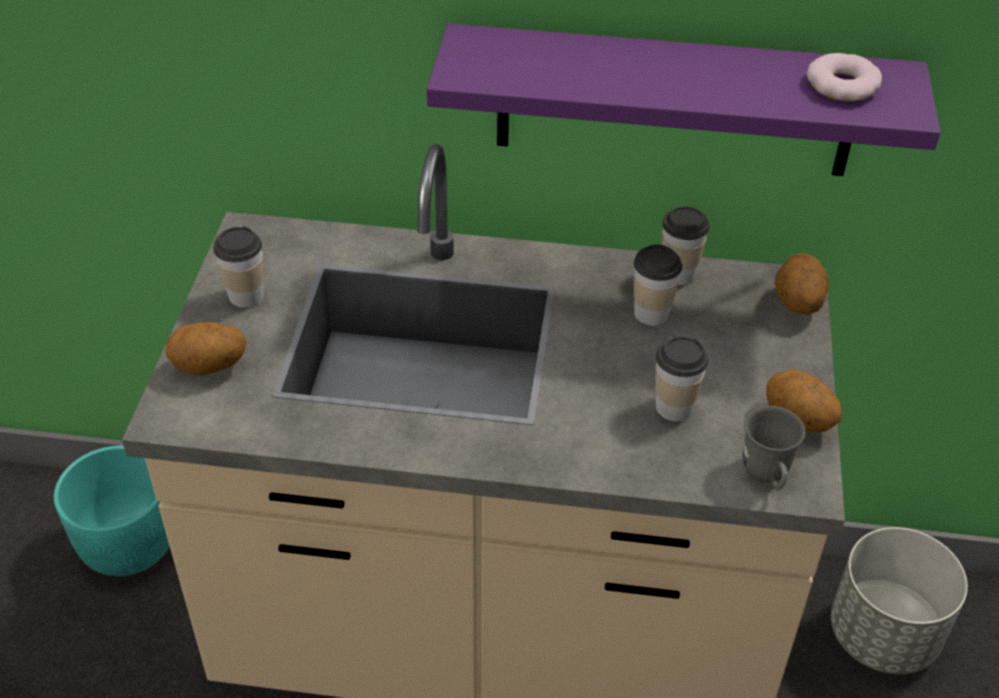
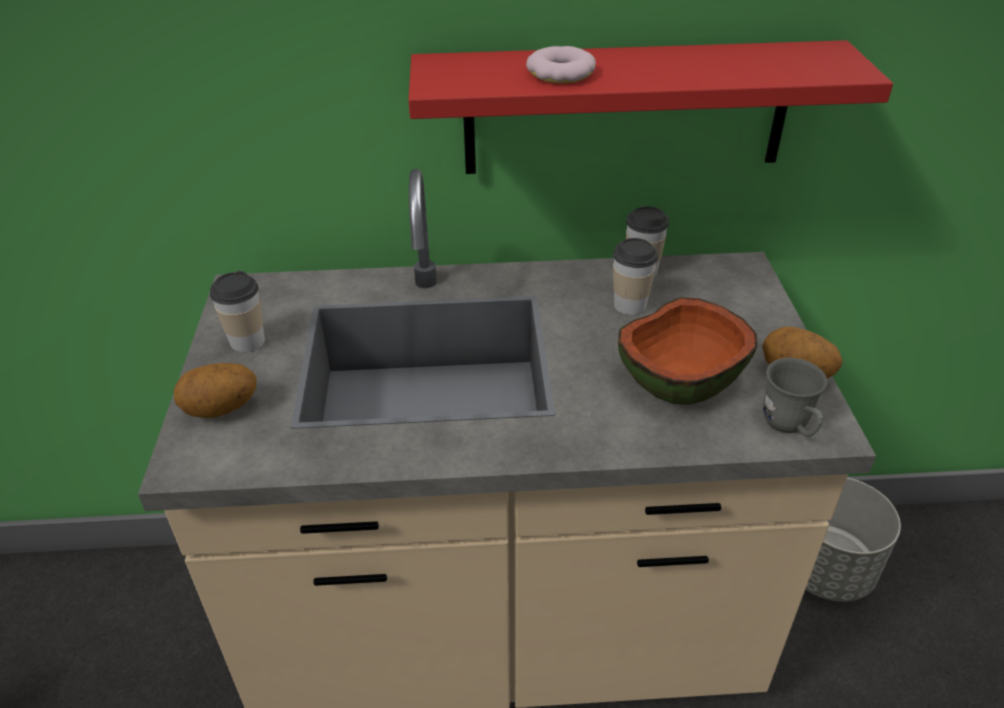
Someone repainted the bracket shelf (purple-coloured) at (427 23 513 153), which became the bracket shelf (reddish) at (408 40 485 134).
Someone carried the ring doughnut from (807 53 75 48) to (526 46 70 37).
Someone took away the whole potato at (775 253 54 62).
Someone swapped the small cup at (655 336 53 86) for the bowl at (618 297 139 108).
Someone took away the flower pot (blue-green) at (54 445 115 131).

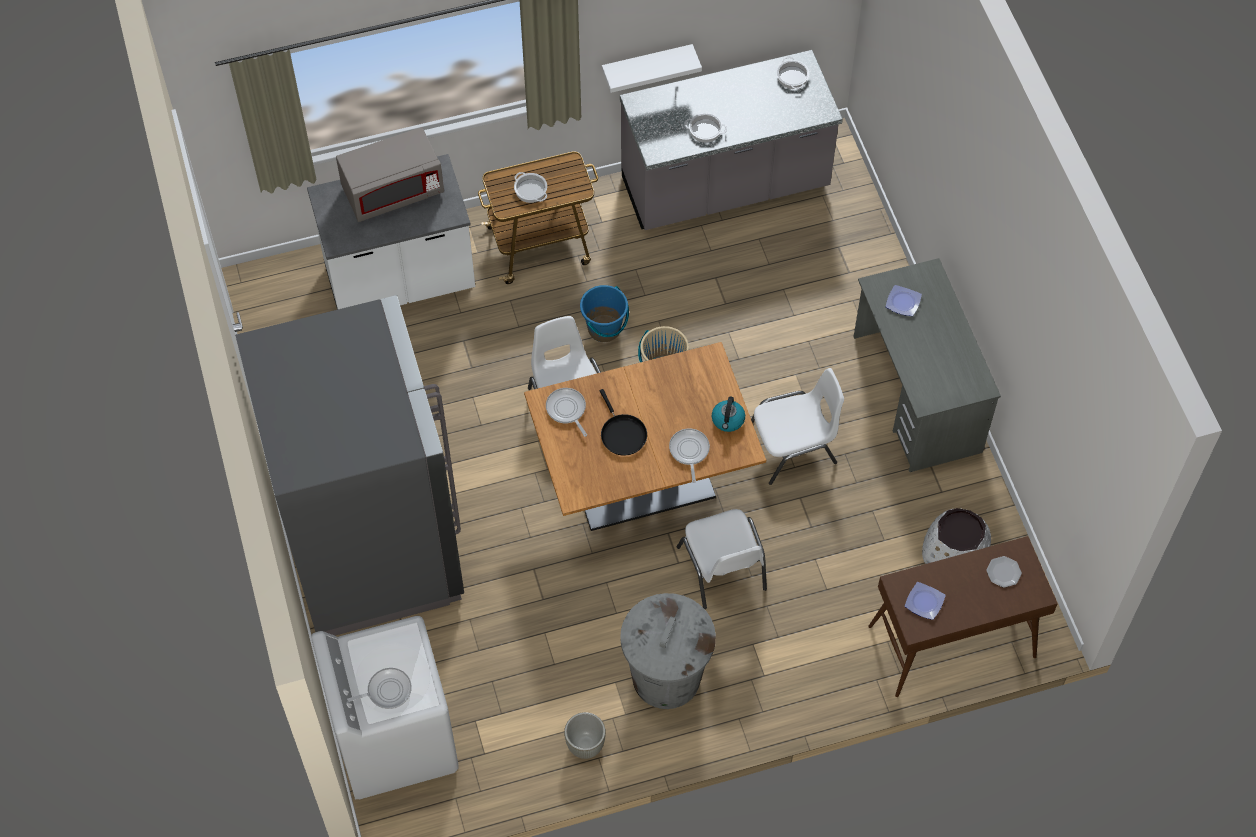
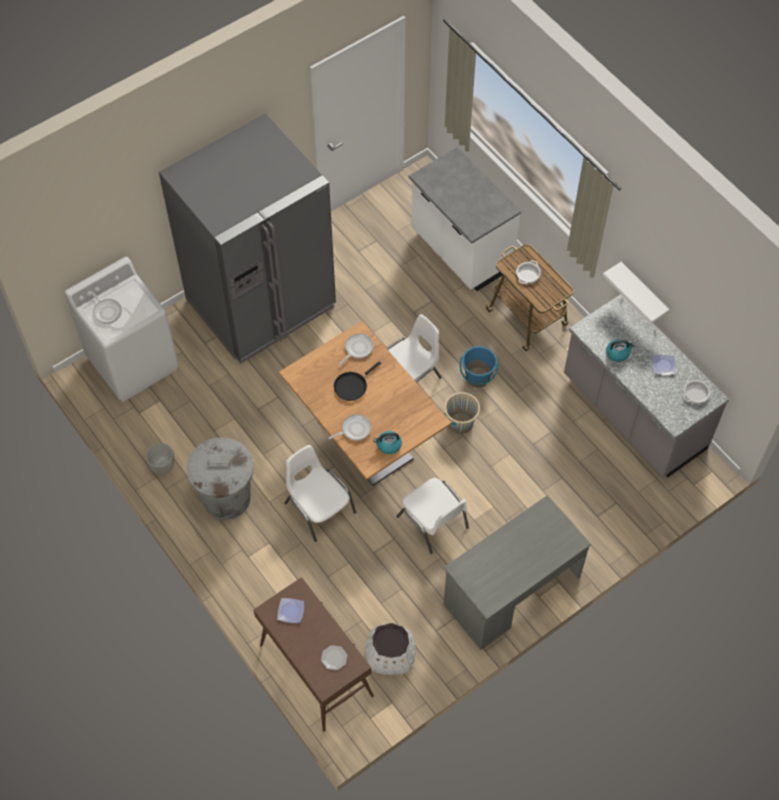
Someone swapped the cooking pot at (685 113 42 30) for the kettle at (606 340 29 22).
Someone took away the kitchen microwave (greyish) at (336 127 108 95).
Someone carried the plate from (886 285 36 31) to (652 355 24 20).
Someone rotated the chair (white-coloured) at (677 509 90 100) by 90 degrees clockwise.

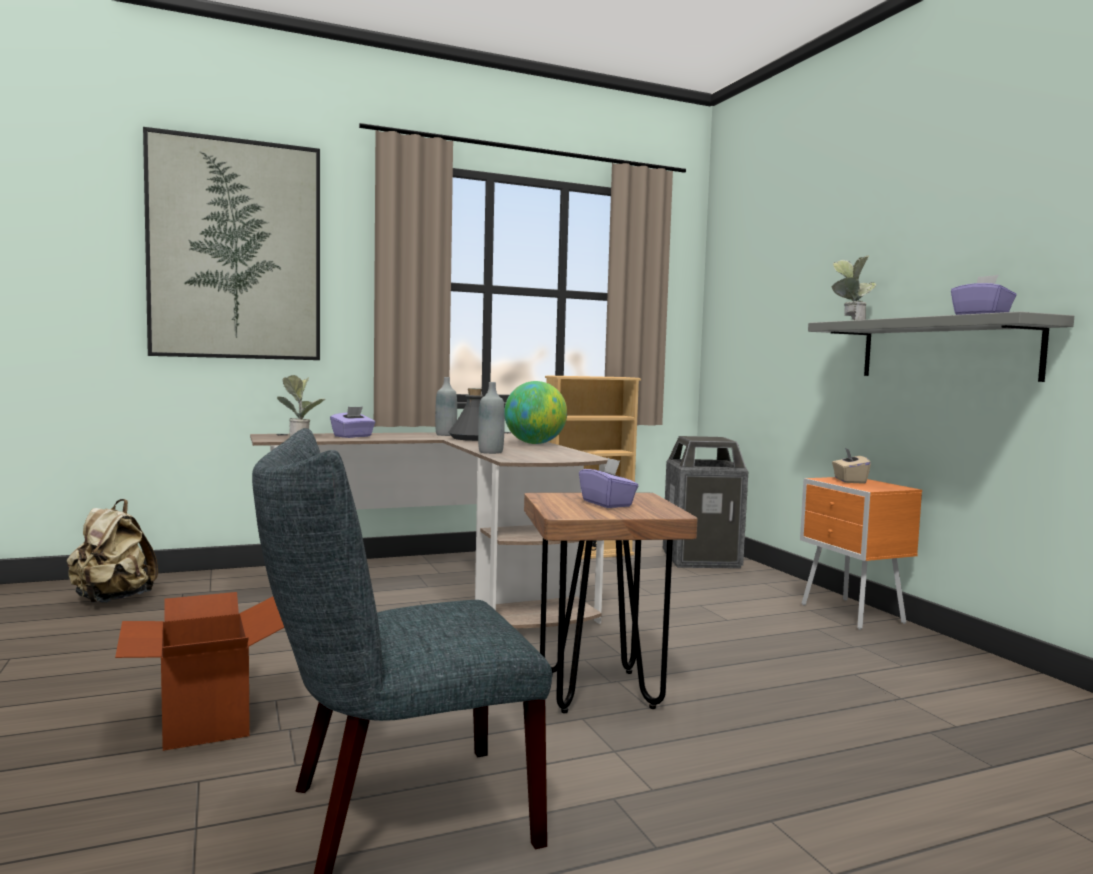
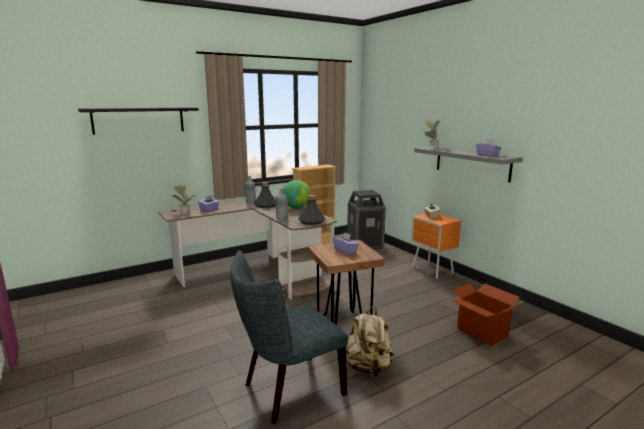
Someone swapped the wall picture at (143 127 177 233) for the bracket shelf (blackish) at (78 108 121 27).
Someone carried the knapsack (sand-coloured) from (67 499 91 104) to (346 307 48 70).
Someone carried the carton from (115 592 169 159) to (452 283 68 63).
Someone put down the drink bottle (greyish) at (298 195 27 30).

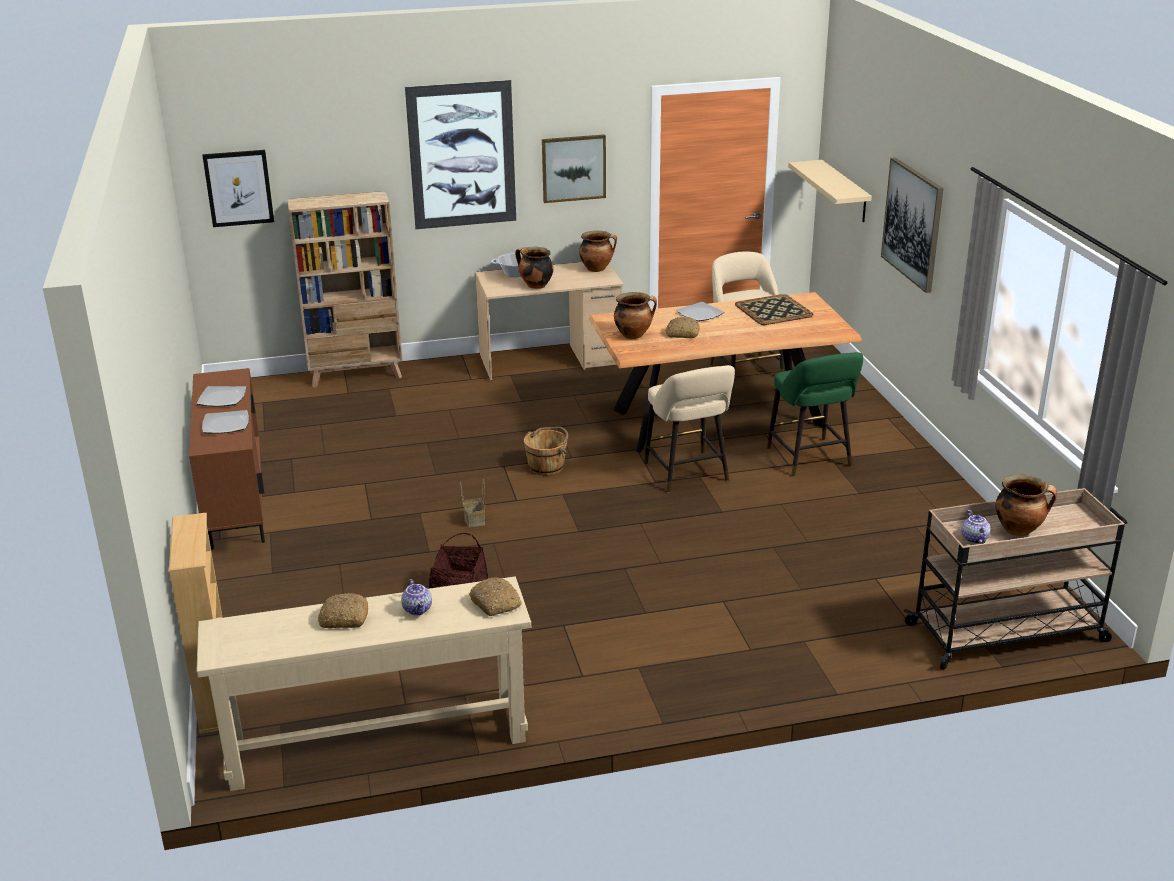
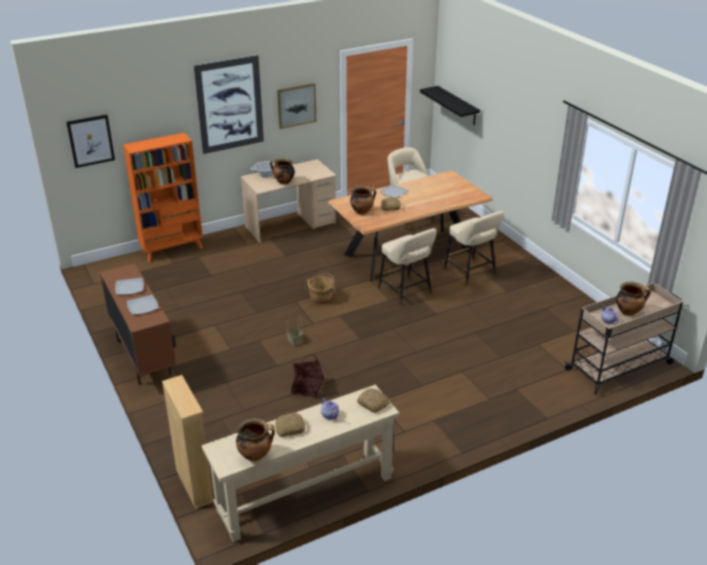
Someone took away the wall picture at (881 157 62 136).
Someone repainted the bracket shelf (sand-coloured) at (788 160 84 62), which became the bracket shelf (blackish) at (420 86 60 39).
Someone repainted the bookcase (sand-coloured) at (287 191 116 197), which became the bookcase (orange) at (123 133 80 129).
Someone carried the cooking pot from (579 231 38 41) to (236 418 39 44).
Someone took away the tray at (735 294 78 31).
Someone repainted the sitting stool (green) at (766 352 97 125), which became the sitting stool (sand-coloured) at (444 211 60 75).

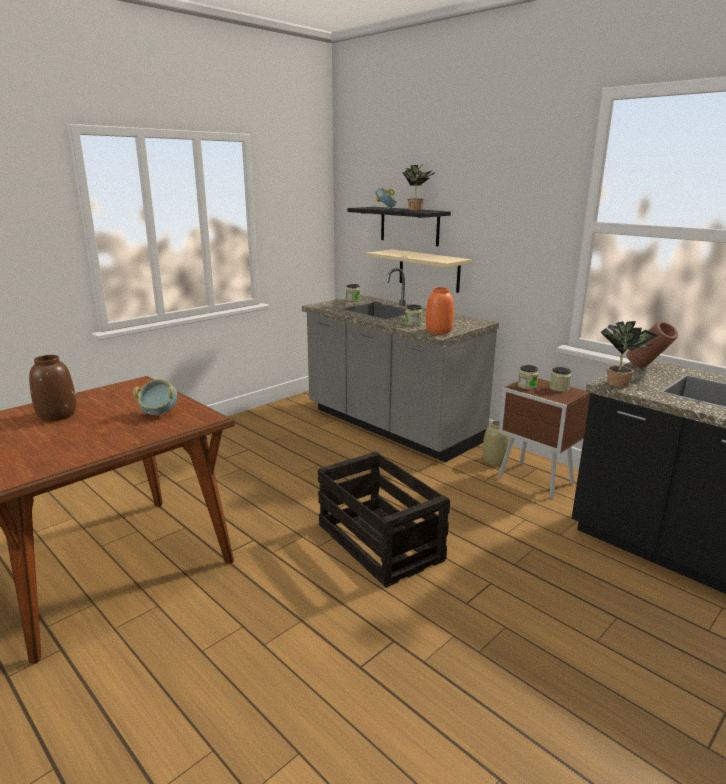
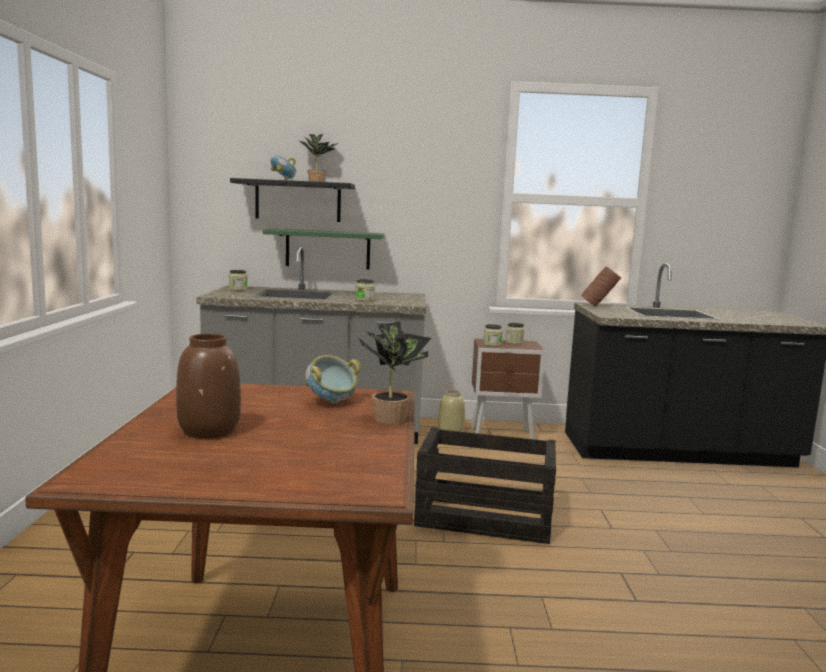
Someone repainted the bracket shelf (sand-coloured) at (366 249 106 44), which became the bracket shelf (green) at (263 229 121 41).
Someone took away the vase (orange) at (426 287 28 48).
Someone carried the potted plant from (601 321 58 67) to (358 321 73 103).

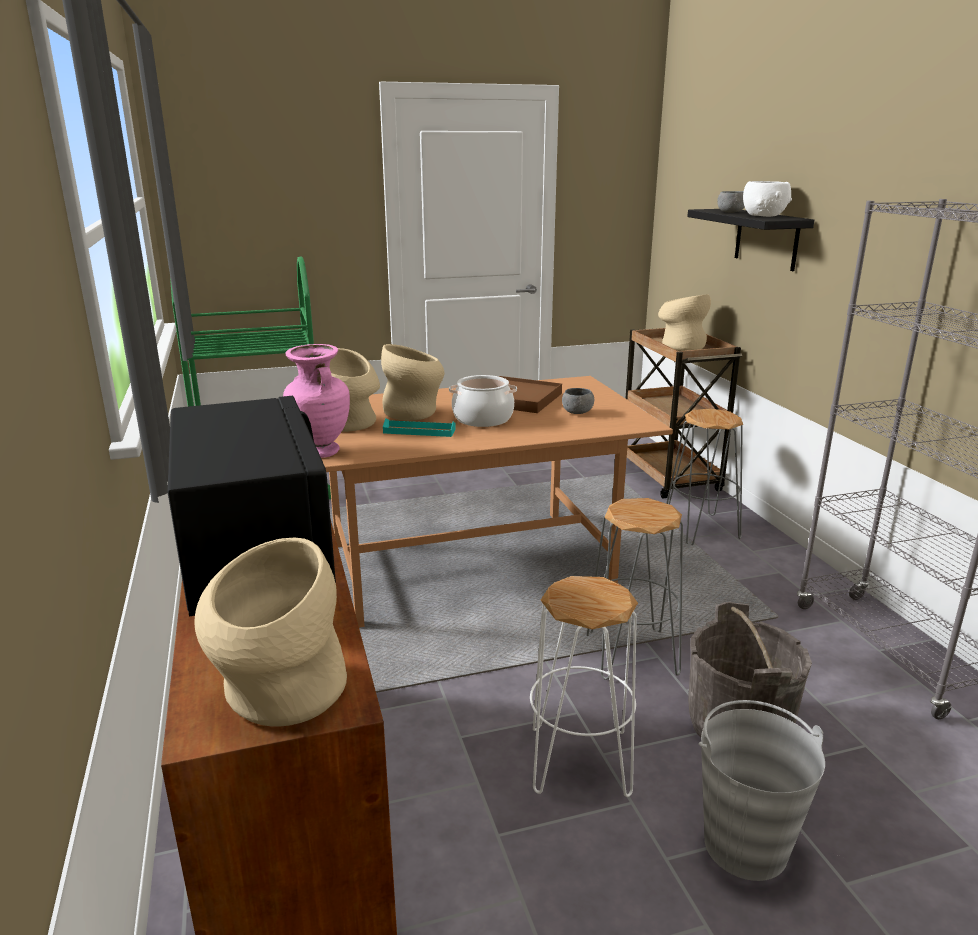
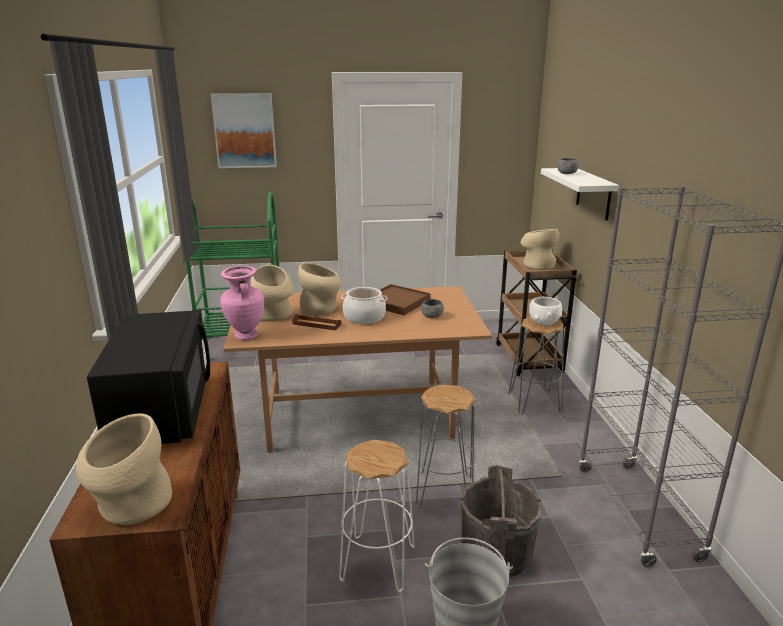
Someone carried the bowl (white-coloured) from (743 181 49 36) to (529 297 33 28).
Someone repainted the bracket shelf (blackish) at (687 209 127 62), which became the bracket shelf (white-coloured) at (541 168 78 53).
Someone repainted the tray (blue-green) at (383 418 73 19), which became the tray (brown) at (292 314 50 16).
Someone put up the wall picture at (211 93 66 75).

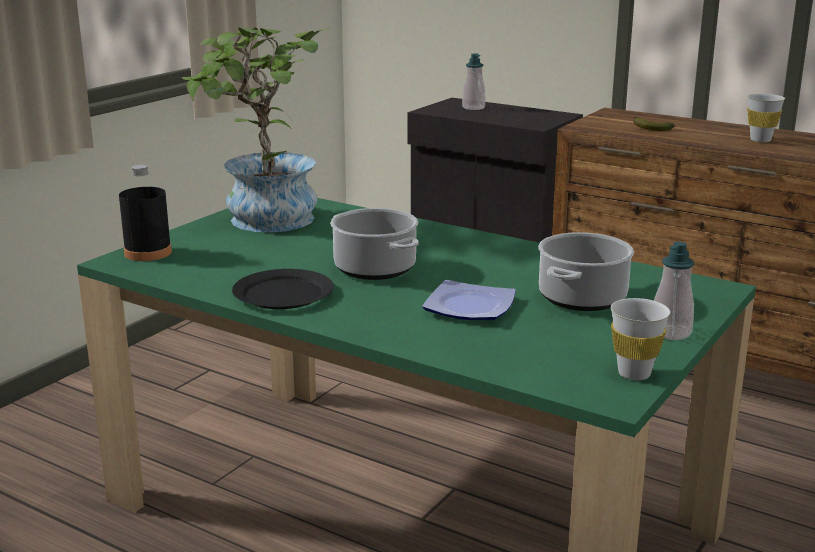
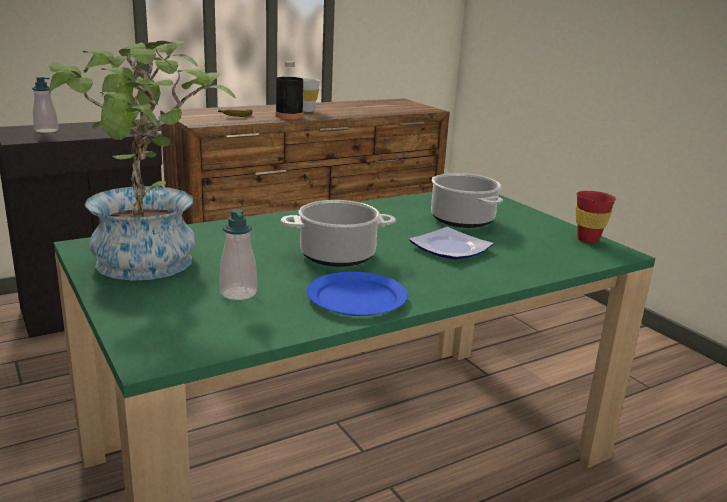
Someone carried the drink bottle (blackish) from (119 165 53 96) to (275 61 28 58).
Someone carried the soap dispenser from (654 242 40 98) to (220 209 37 91).
Someone repainted the plate (blackish) at (232 269 102 40), which became the plate (blue-coloured) at (307 272 101 44).
Someone repainted the small cup (white-coloured) at (610 298 60 82), which became the small cup (reddish) at (576 191 40 52).

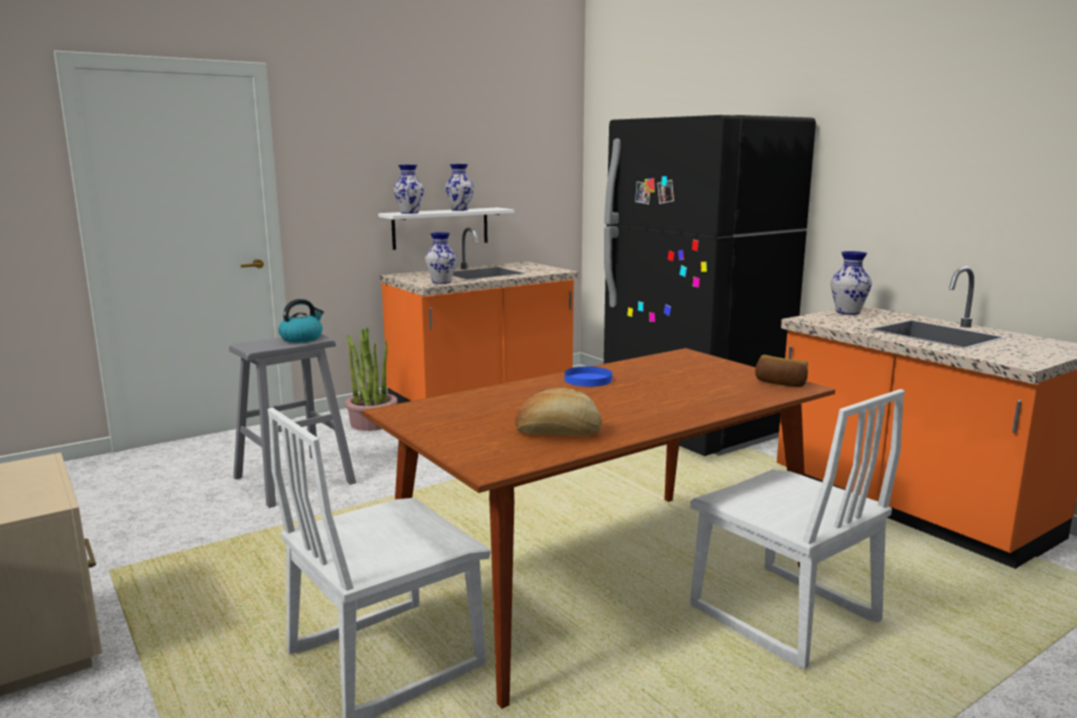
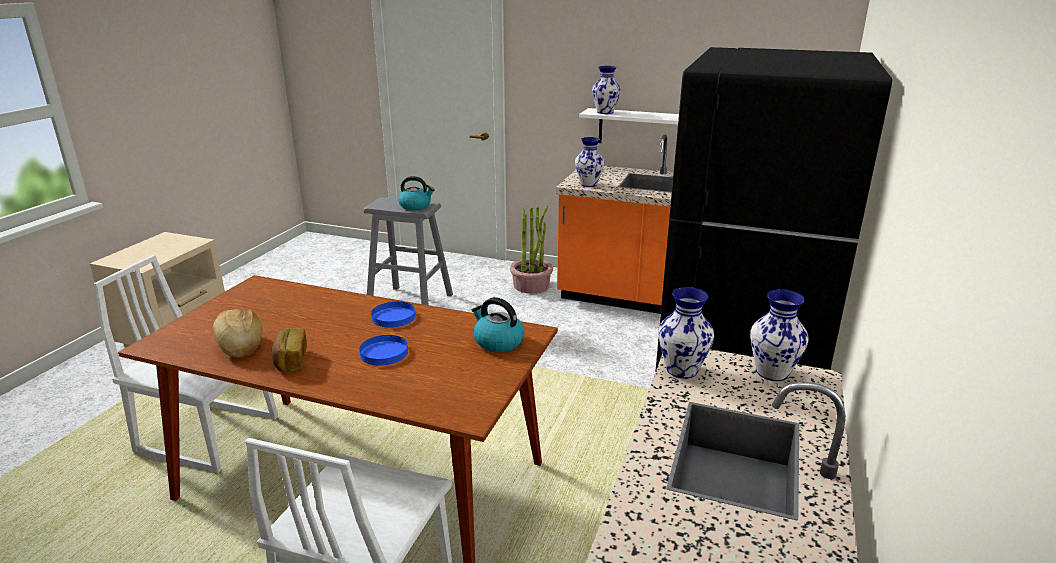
Someone carried the vase from (445 164 29 47) to (658 287 56 92).
Someone carried the bread from (755 355 53 32) to (272 327 35 45).
Someone put down the kettle at (472 297 53 55).
Someone put down the plate (blue-coloured) at (359 335 49 31).

